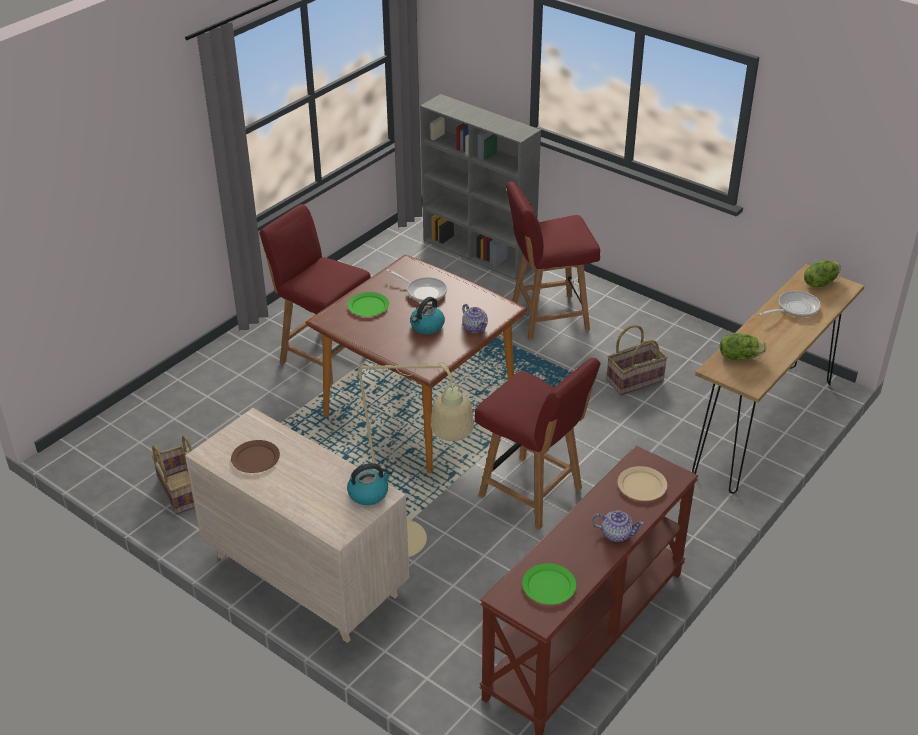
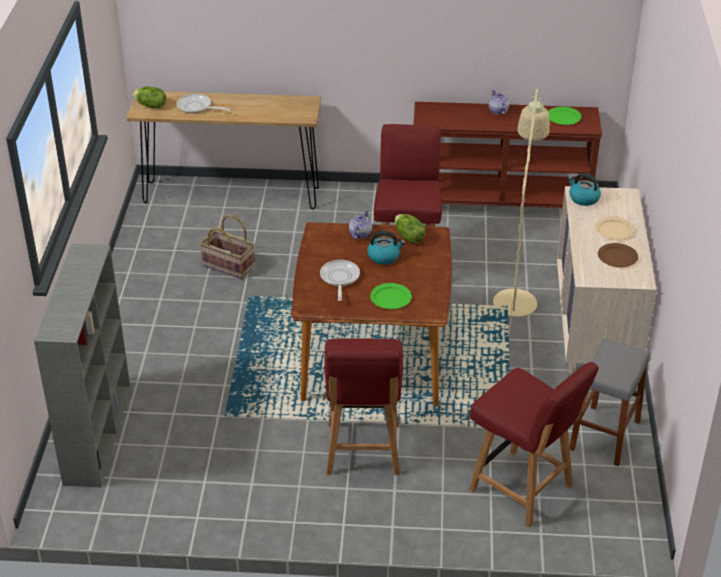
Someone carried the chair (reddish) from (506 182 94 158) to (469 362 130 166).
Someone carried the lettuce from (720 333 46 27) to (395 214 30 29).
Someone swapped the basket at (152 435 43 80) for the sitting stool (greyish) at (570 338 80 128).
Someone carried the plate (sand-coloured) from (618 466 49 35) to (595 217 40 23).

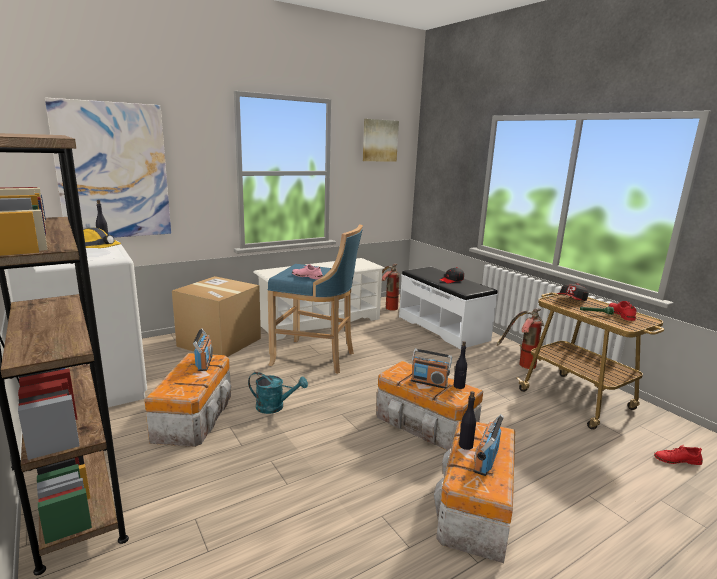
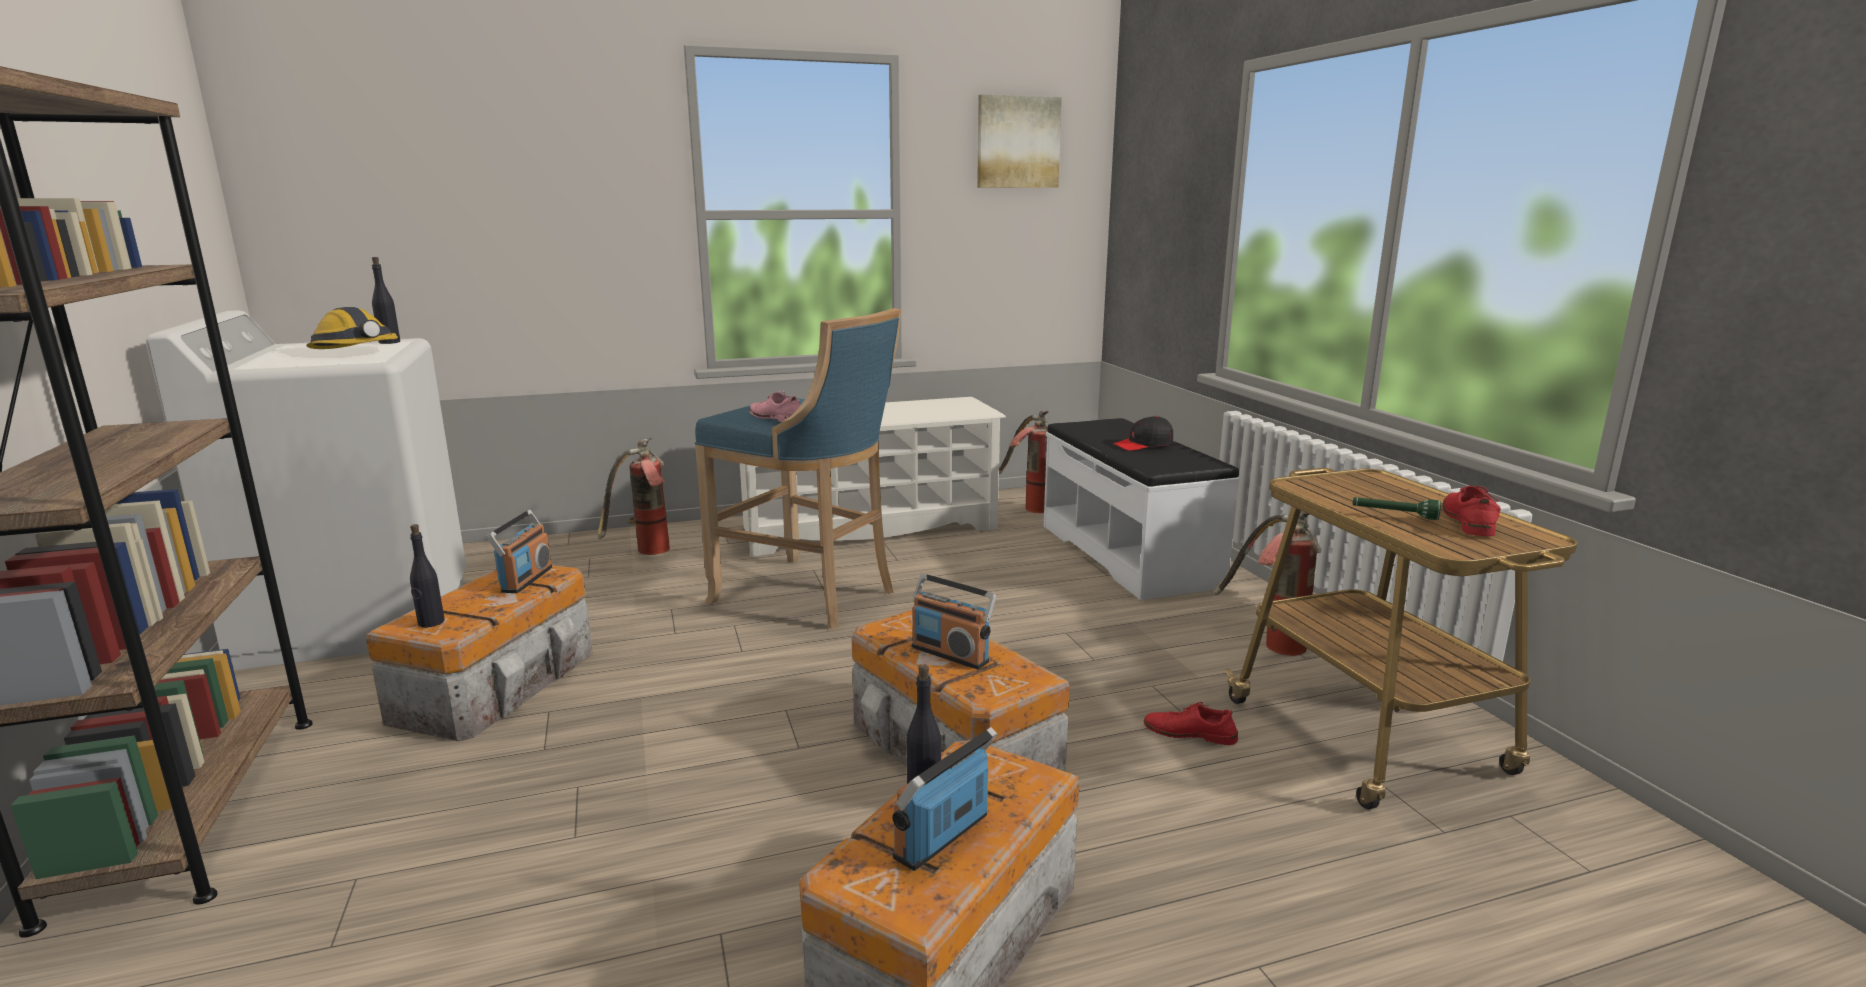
Someone took away the wall picture at (45 98 126 140).
Someone swapped the carton at (172 276 89 81) for the fire-fighting cylinder at (597 438 73 117).
Someone took away the baseball cap at (557 283 32 18).
Someone carried the drink bottle (blackish) from (454 341 13 48) to (410 524 35 104).
Someone took away the sprinkling can (blue-green) at (248 372 60 42).
Someone carried the item of footwear (reddish) from (654 445 49 20) to (1144 702 94 43).

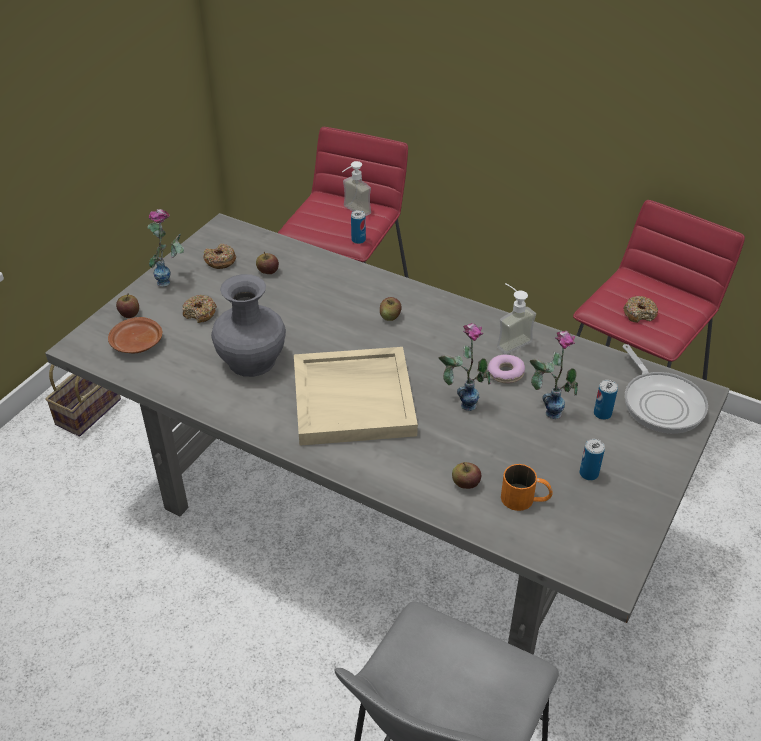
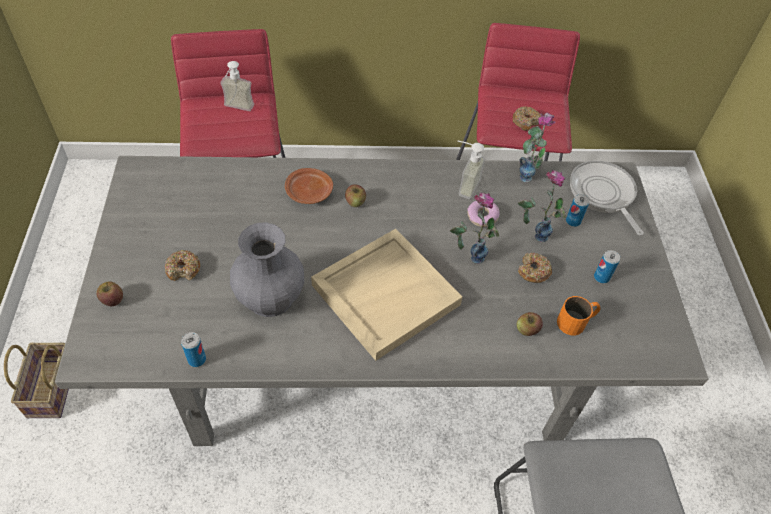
Someone carried the vase from (147 209 37 78) to (519 113 36 70).
Someone carried the metal can from (351 210 15 34) to (181 332 25 35).
Someone carried the ring doughnut from (203 244 33 25) to (518 253 34 30).
Someone took away the apple fruit at (256 252 23 22).
Someone carried the plate (brown) from (108 317 54 36) to (285 168 48 36).
Someone rotated the pan at (622 344 86 90) by 150 degrees counterclockwise.

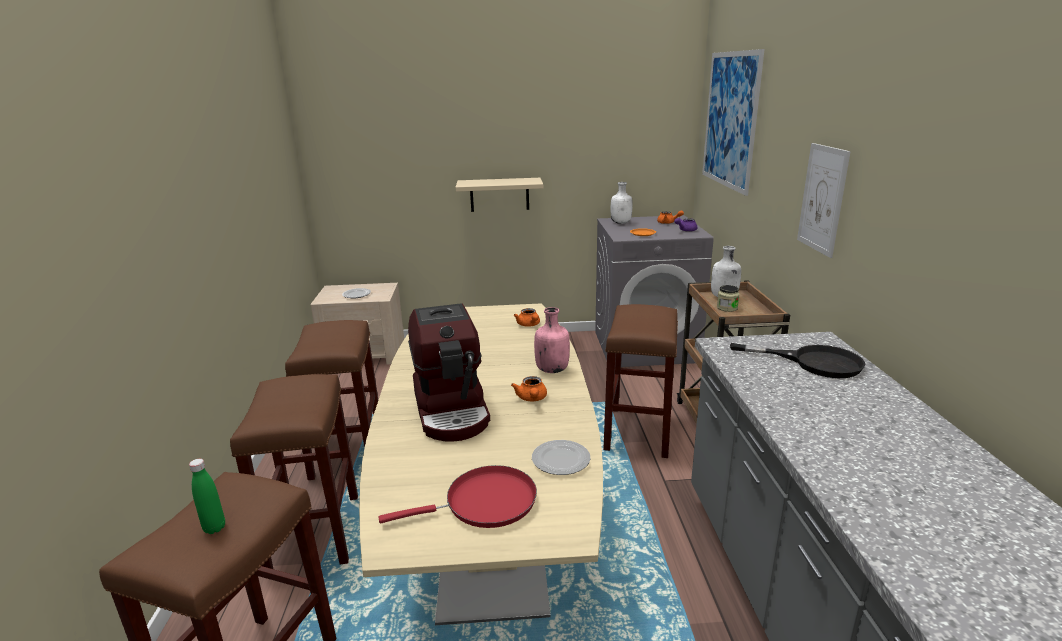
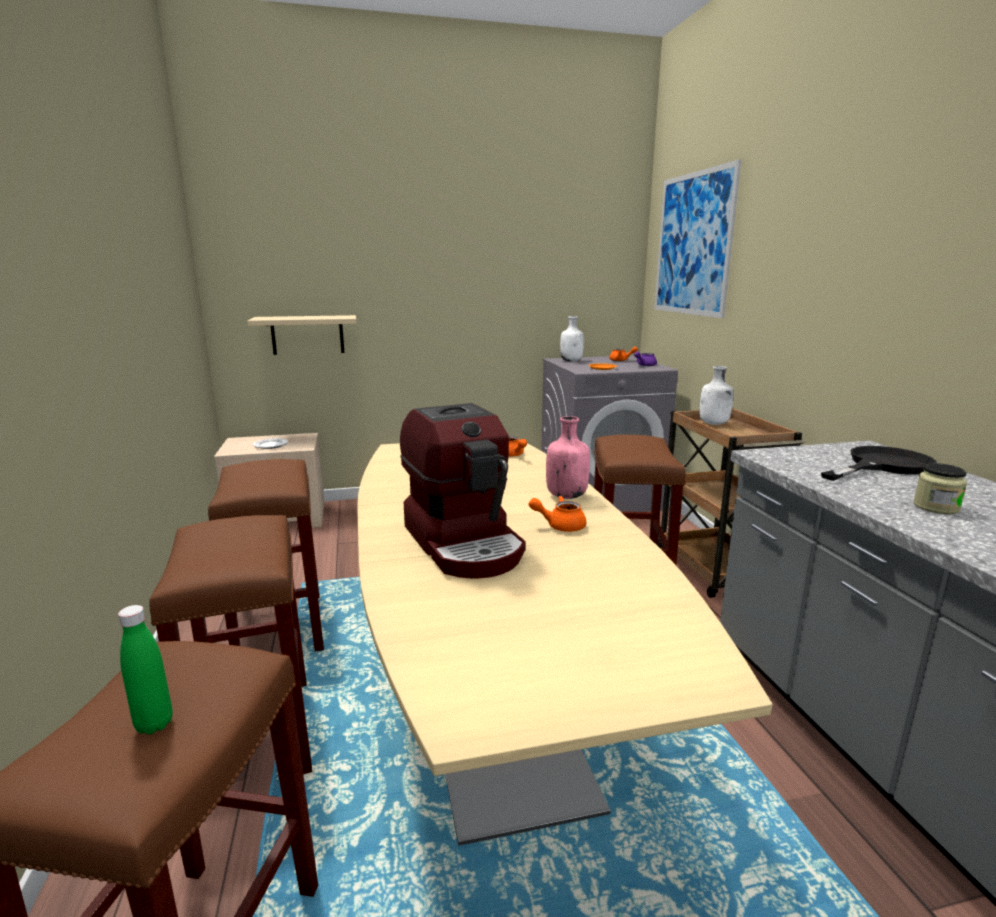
Someone took away the wall picture at (797 143 54 115).
Someone carried the bracket shelf (sand-coloured) from (455 178 88 34) to (247 315 110 40).
Someone carried the preserve jar from (717 285 23 27) to (913 463 54 51).
Someone rotated the pan (blackish) at (730 343 135 35) by 45 degrees counterclockwise.
Someone rotated the pot for tea (orange) at (511 376 36 25) by 105 degrees clockwise.
Someone took away the plate at (532 440 59 35).
Someone took away the pan (reddish) at (379 465 158 63).

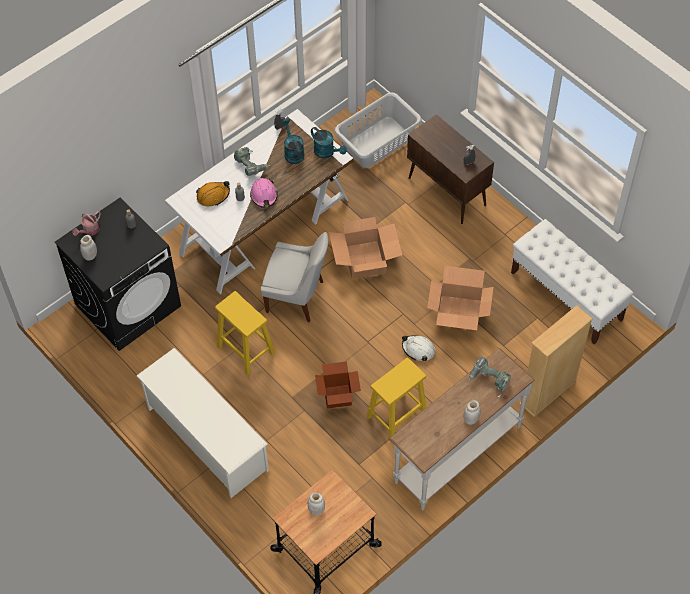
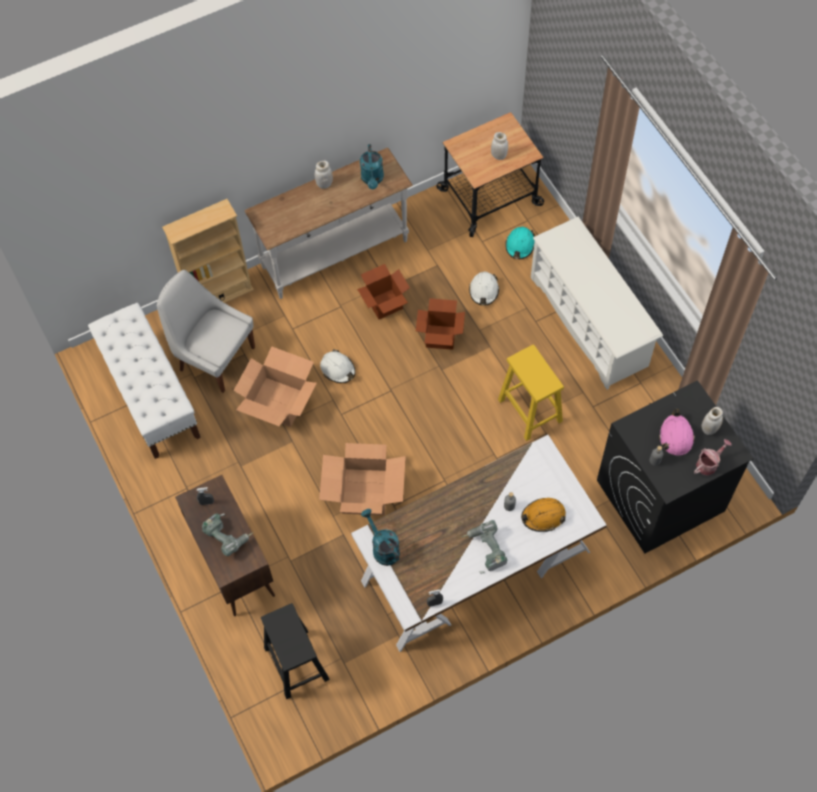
Someone swapped the hamper (greyish) at (334 93 88 75) for the sitting stool (blackish) at (261 603 69 96).
Someone carried the sprinkling can (blue-green) from (282 118 22 46) to (360 144 24 45).
Someone carried the safety helmet (pink) from (250 178 28 30) to (659 409 36 46).
Someone carried the chair (white-coloured) from (261 232 67 90) to (157 270 98 123).
Someone carried the power drill from (468 356 43 41) to (202 513 51 43).
Someone swapped the sitting stool (yellow) at (366 357 60 81) for the carton at (357 264 53 55).
Someone put down the safety helmet (blue-green) at (505 227 30 32).
Someone put down the safety helmet (white-coloured) at (469 272 30 34).

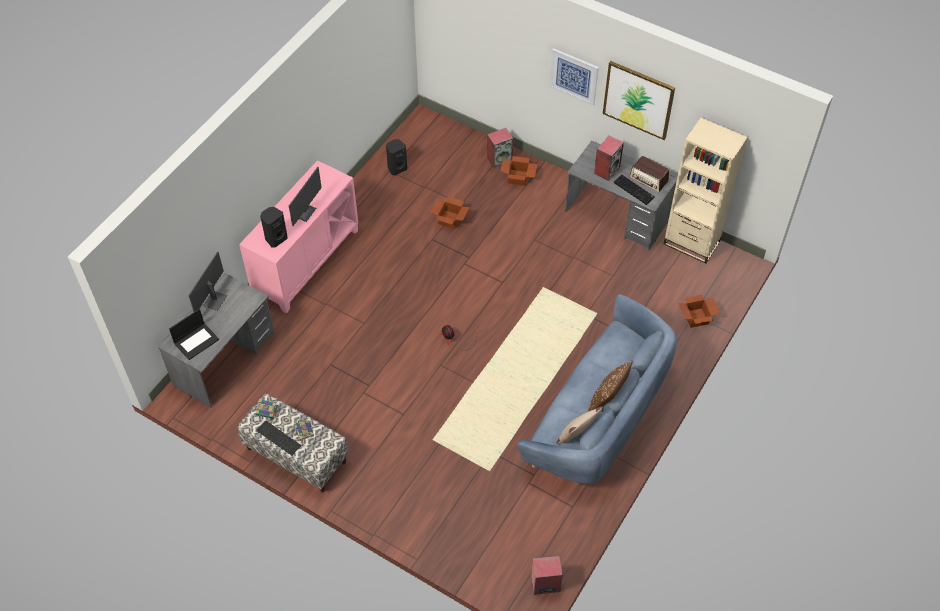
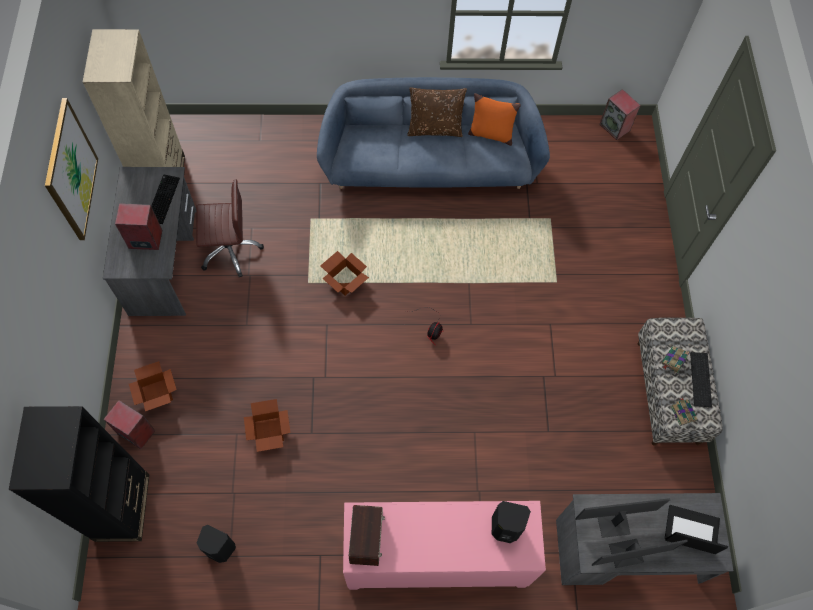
Someone took away the wall picture at (549 48 50 58).
Someone carried the radio from (629 156 40 36) to (349 505 36 61).
Someone carried the monitor from (289 167 33 59) to (575 498 95 40).
Someone carried the carton from (678 294 42 34) to (320 251 49 45).
Someone repainted the throw pillow (sand-coloured) at (557 406 46 38), which became the throw pillow (orange) at (468 93 53 53).
Someone put down the computer chair (brown) at (196 179 68 98).
Someone put down the bookcase (blackish) at (9 406 140 136).

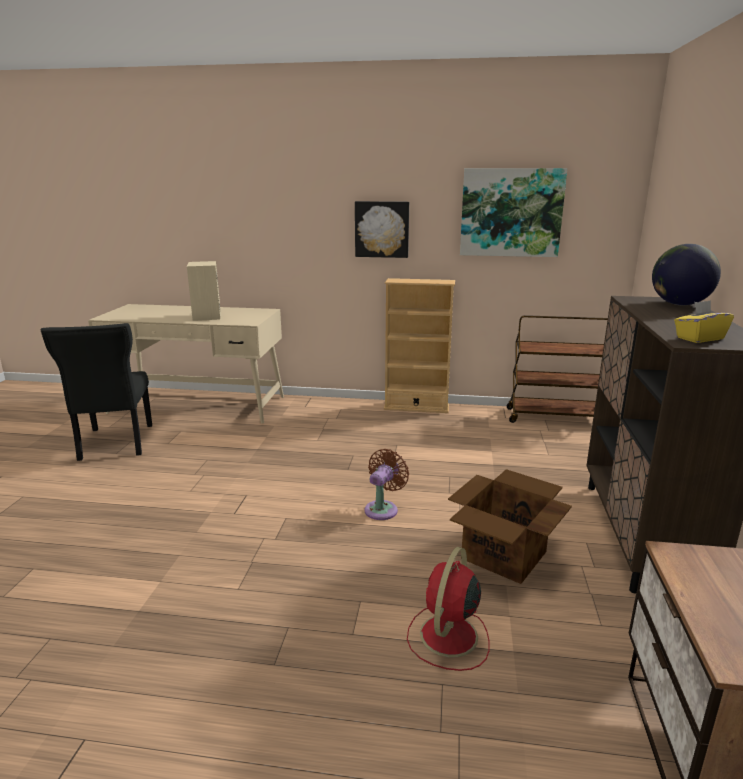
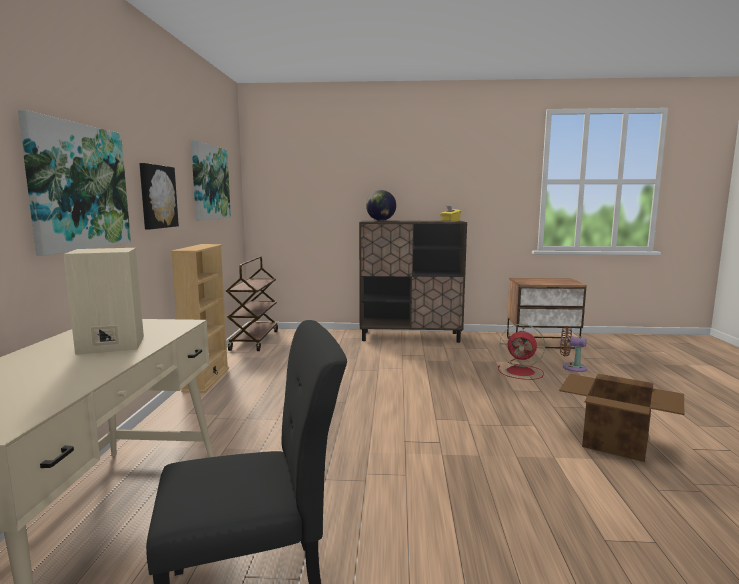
Someone carried the fan (brown) from (364 449 45 71) to (560 326 27 46).
Someone carried the carton from (448 469 124 115) to (559 374 125 88).
Someone put up the wall picture at (18 110 113 146).

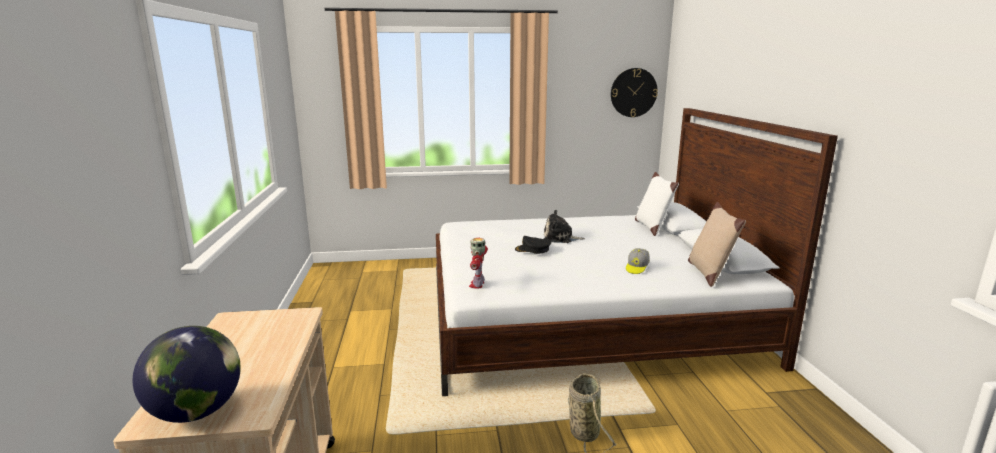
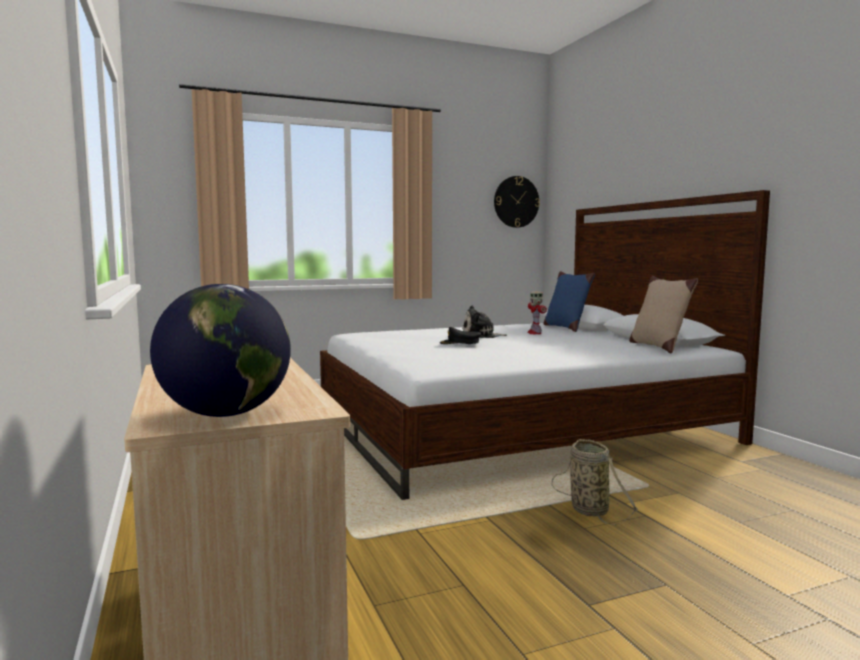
Someone repainted the throw pillow (white-coloured) at (635 172 44 64), which became the throw pillow (blue-coloured) at (543 271 52 61).
Someone carried the robot figure from (469 238 19 51) to (527 292 20 42).
Someone took away the baseball cap at (626 248 24 26).

